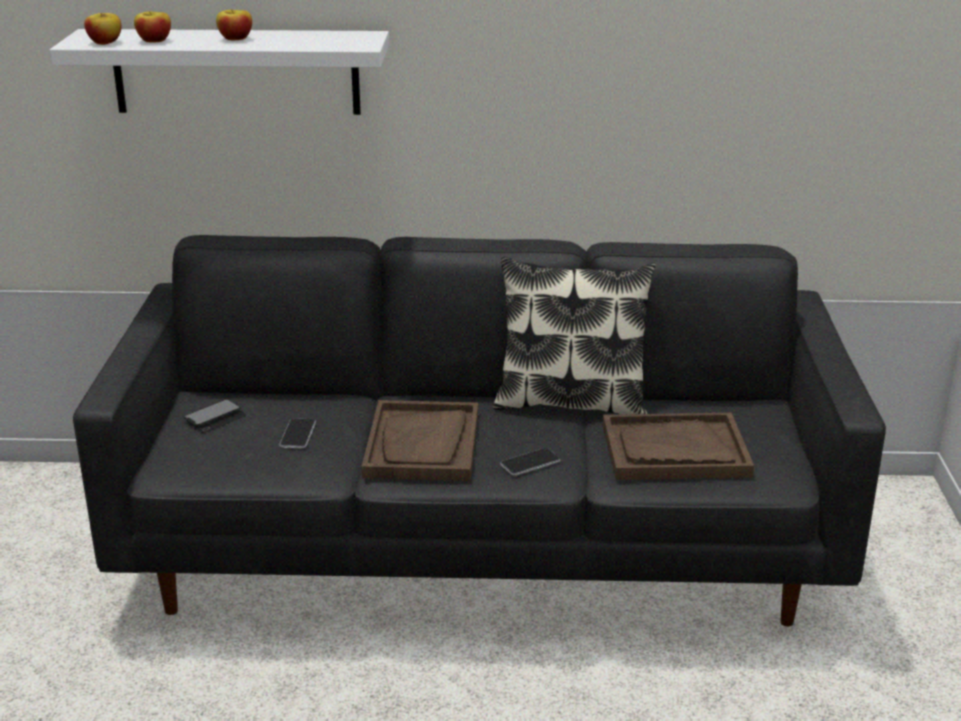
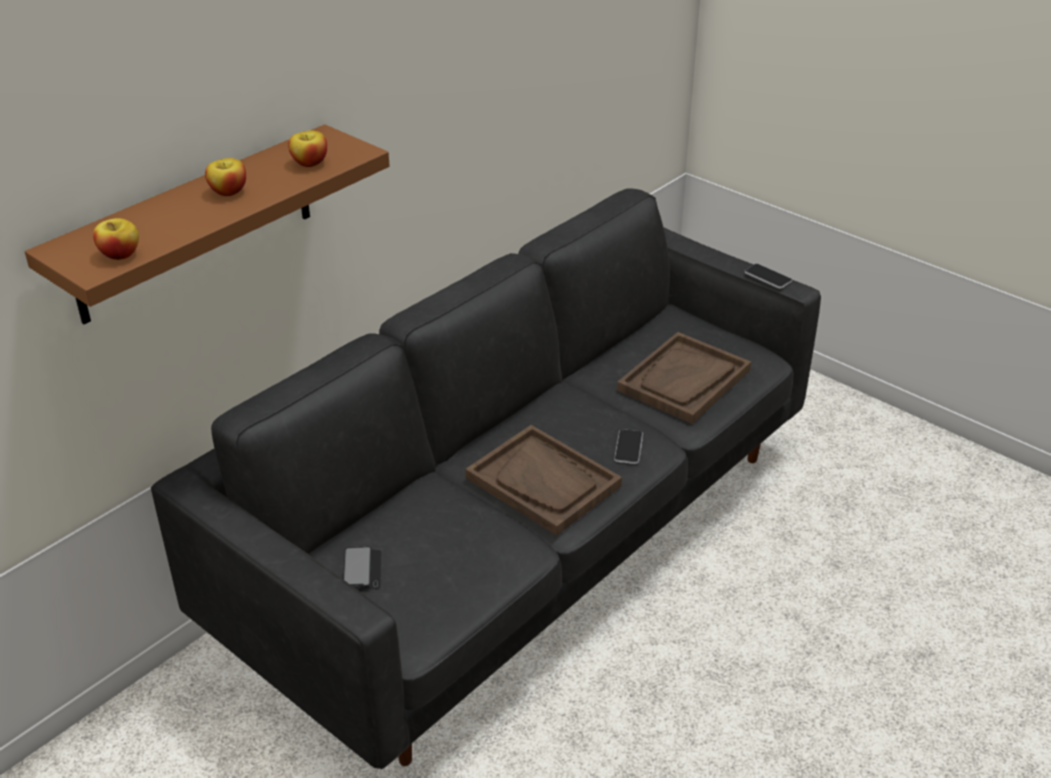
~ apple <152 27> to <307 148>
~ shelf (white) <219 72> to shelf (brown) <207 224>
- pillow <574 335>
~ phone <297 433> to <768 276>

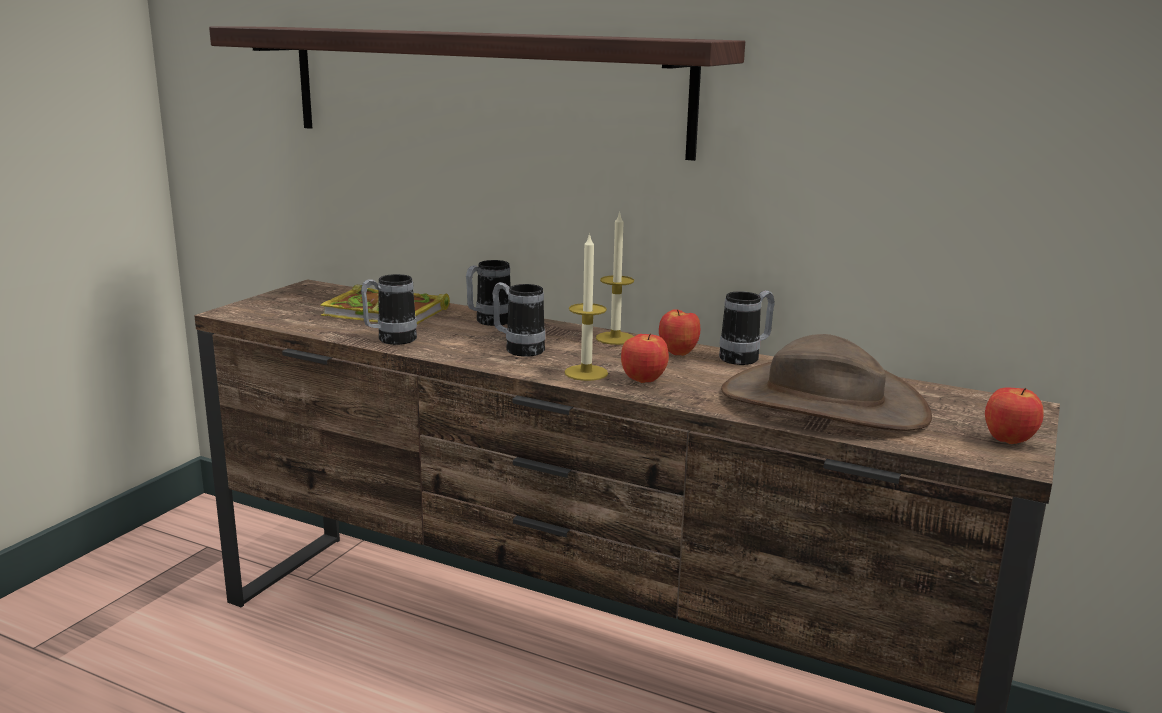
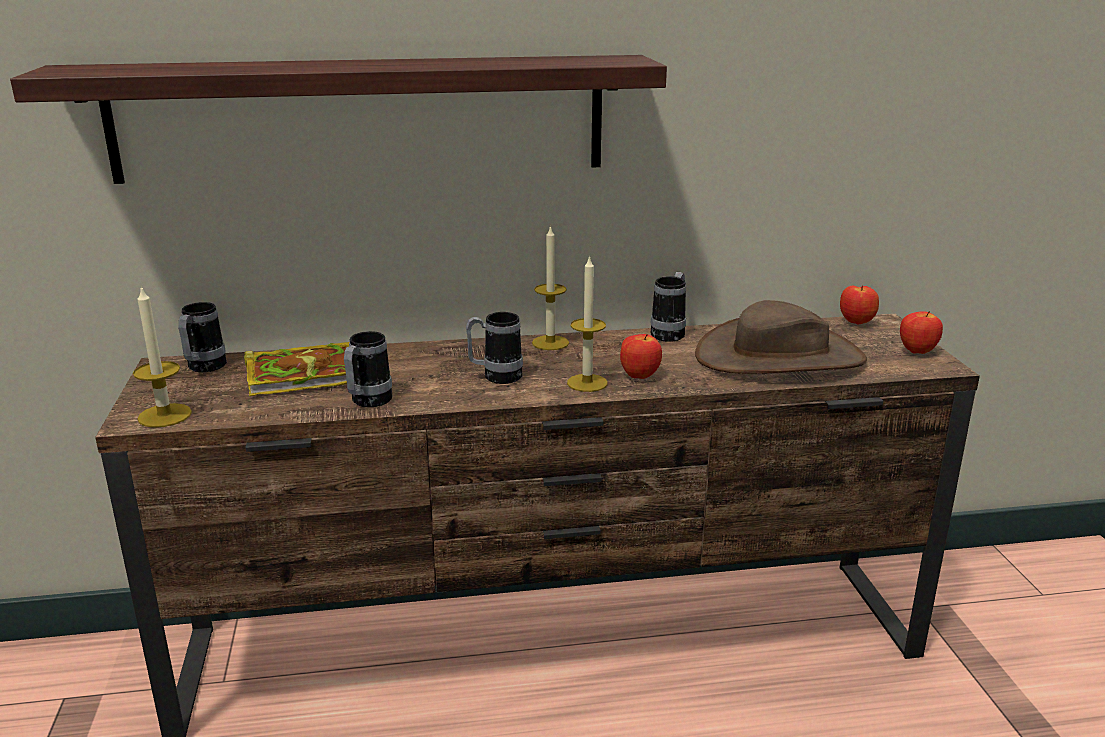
~ mug <488 293> to <202 337>
~ apple <679 332> to <859 305>
+ candle <162 357>

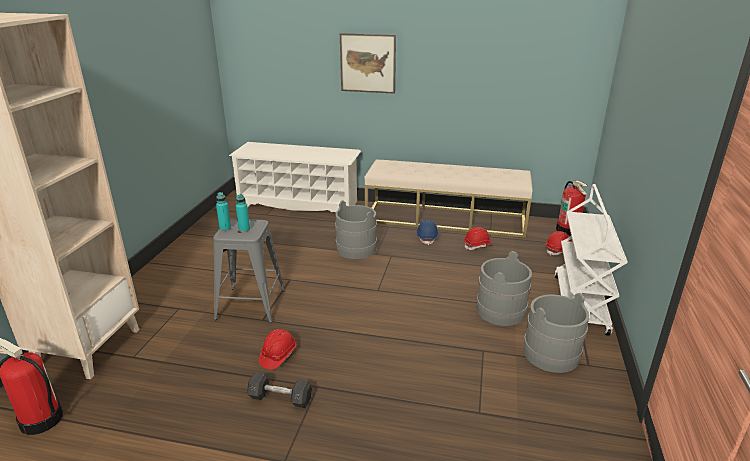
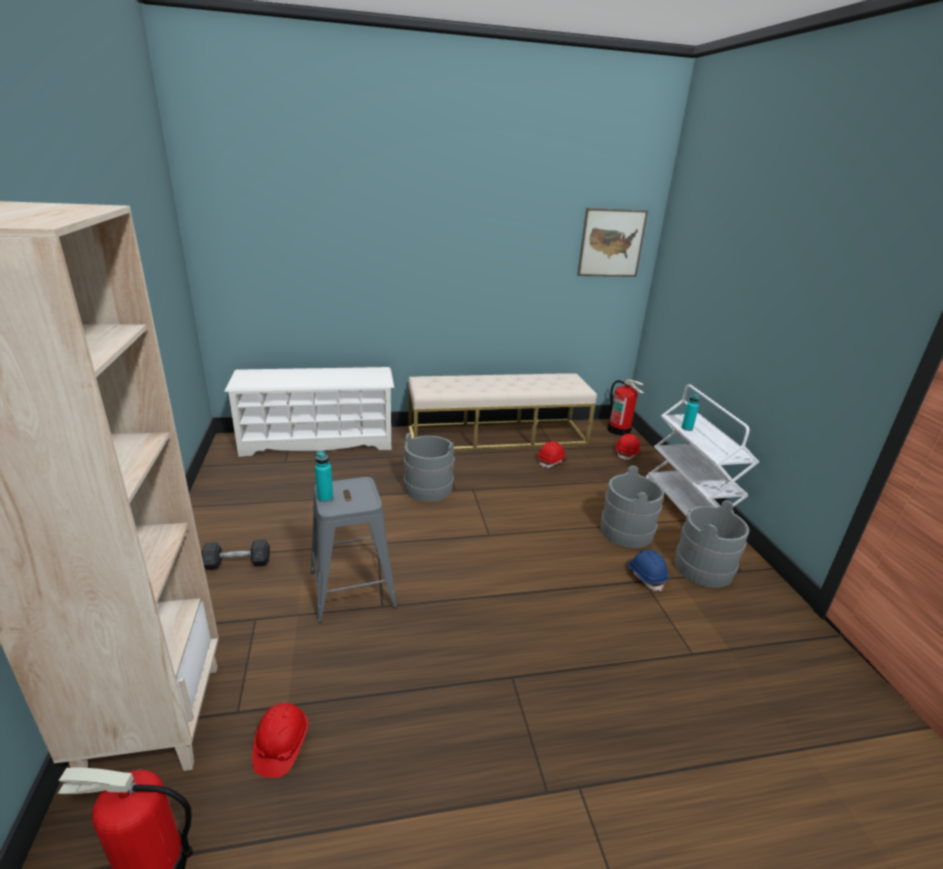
~ picture <368 63> to <612 242>
~ bottle (turquoise) <243 213> to <690 412>
~ hard hat (blue) <427 232> to <647 570>
~ hard hat (red) <277 349> to <280 740>
~ dumbbell (grey) <279 390> to <235 554>

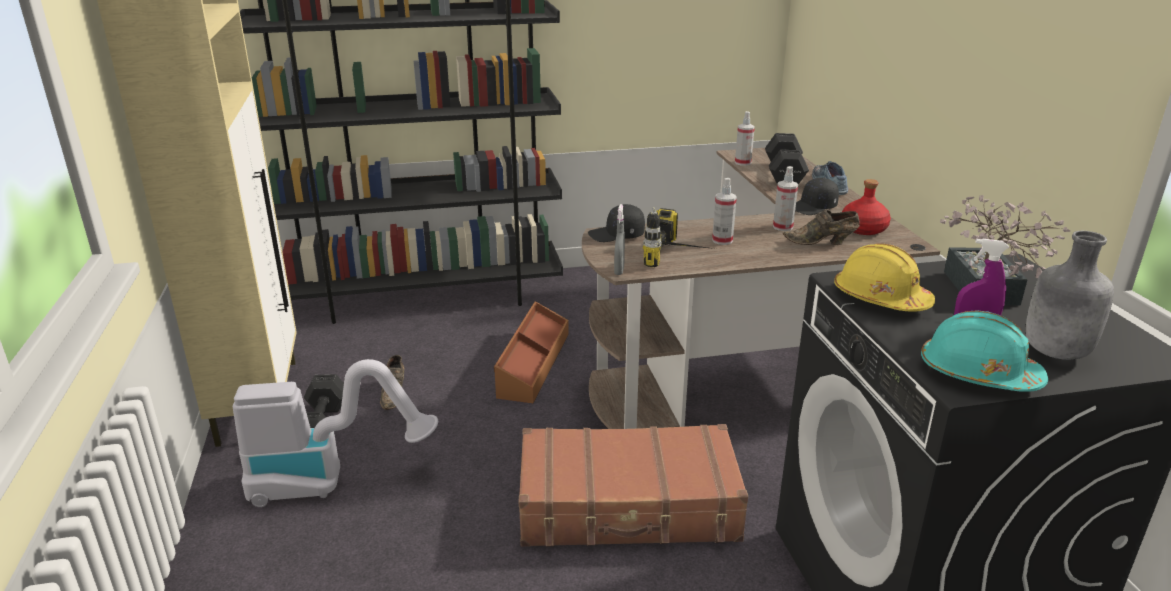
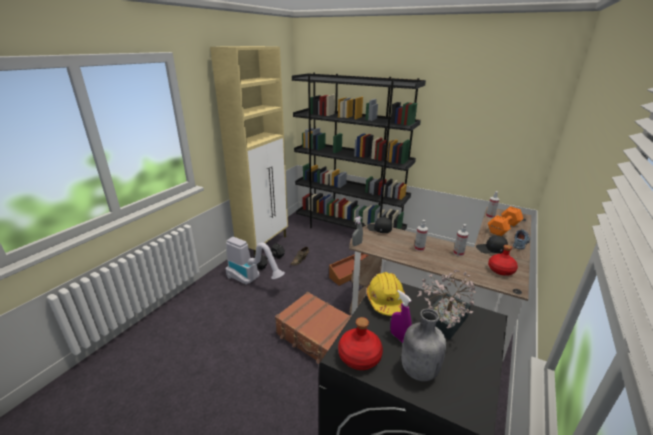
~ dumbbell (black) <787 158> to dumbbell (orange) <505 221>
- power drill <678 237>
- shoe (brown) <821 227>
~ hard hat (turquoise) <984 351> to bottle (red) <360 343>

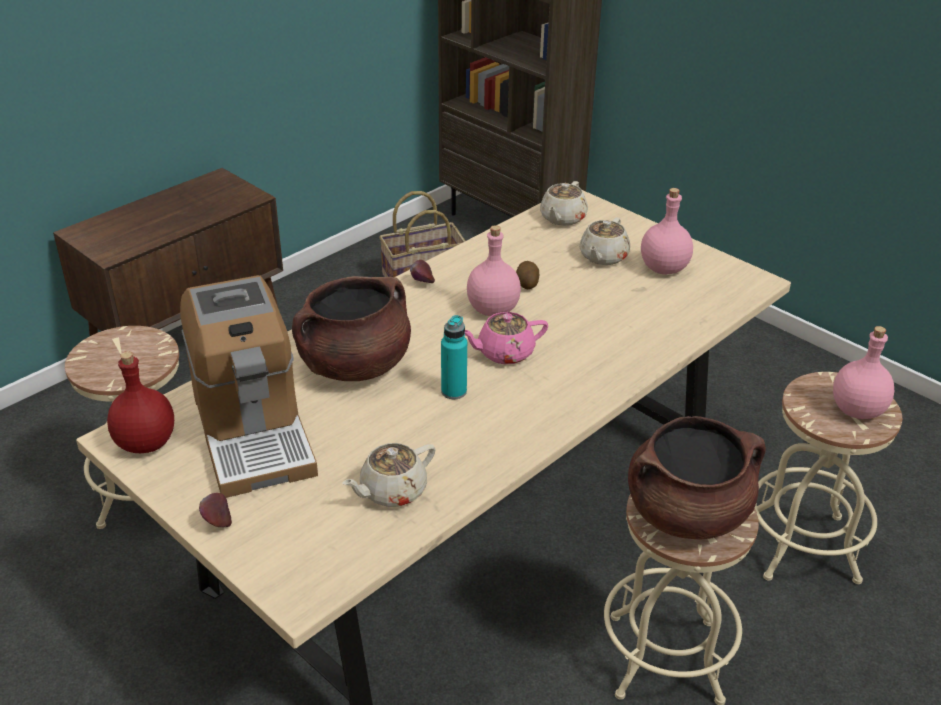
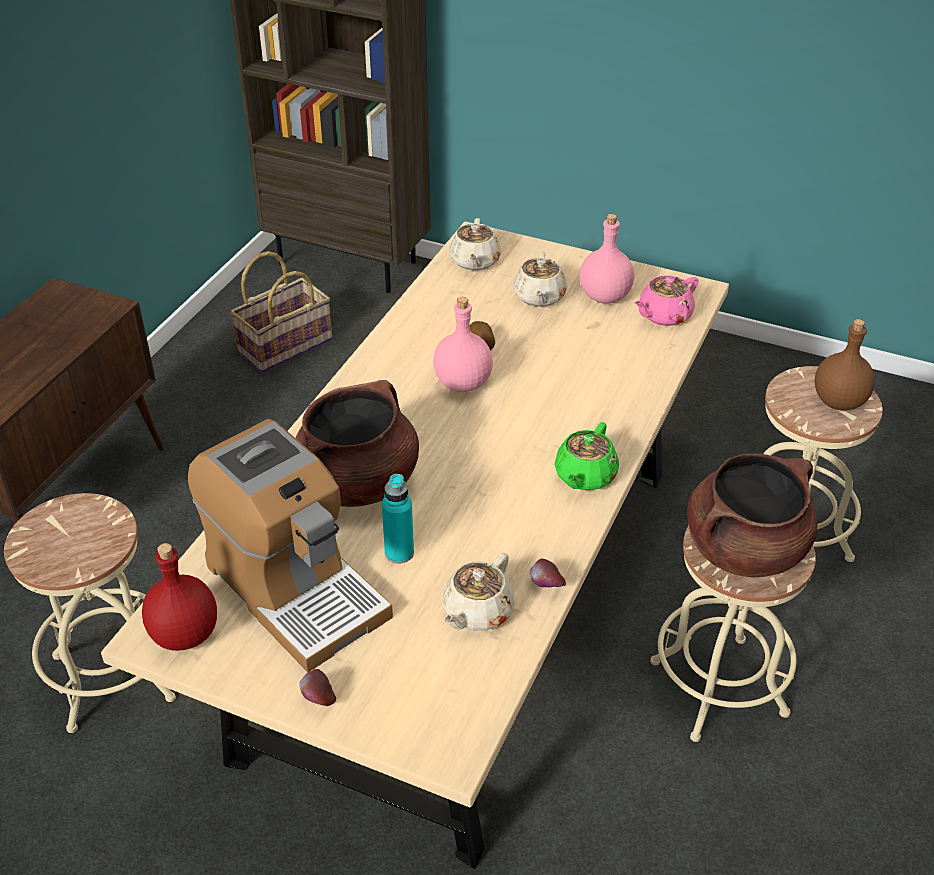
~ apple <422 271> to <548 572>
~ teapot (pink) <506 338> to <666 300>
~ bottle (turquoise) <454 357> to <398 519>
~ bottle (pink) <863 372> to bottle (brown) <845 364>
+ teapot (green) <587 456>

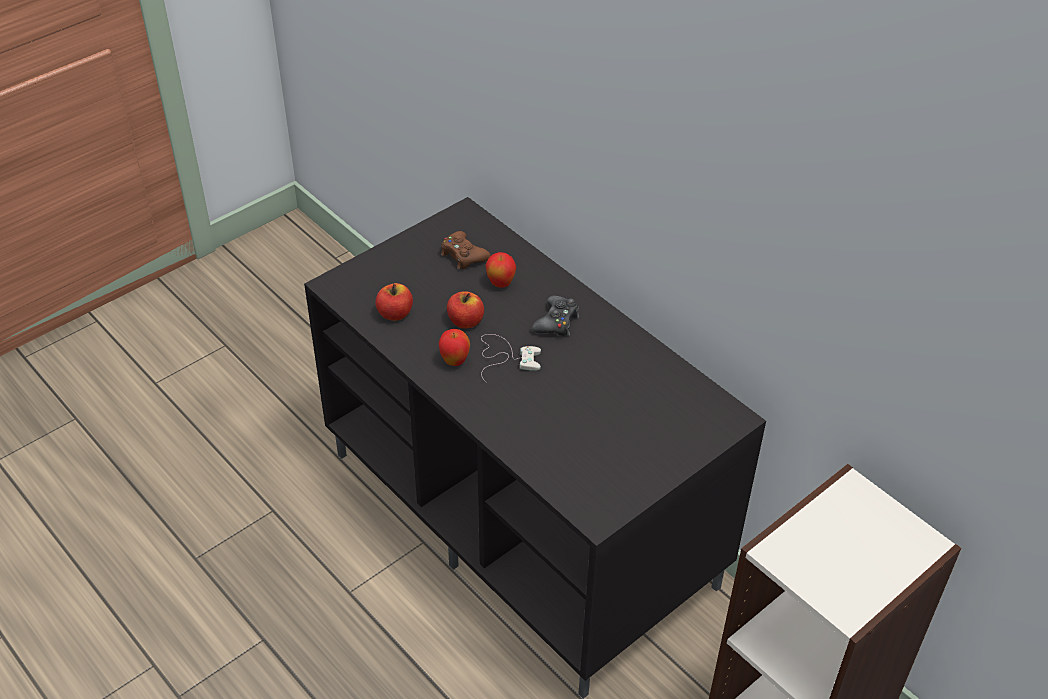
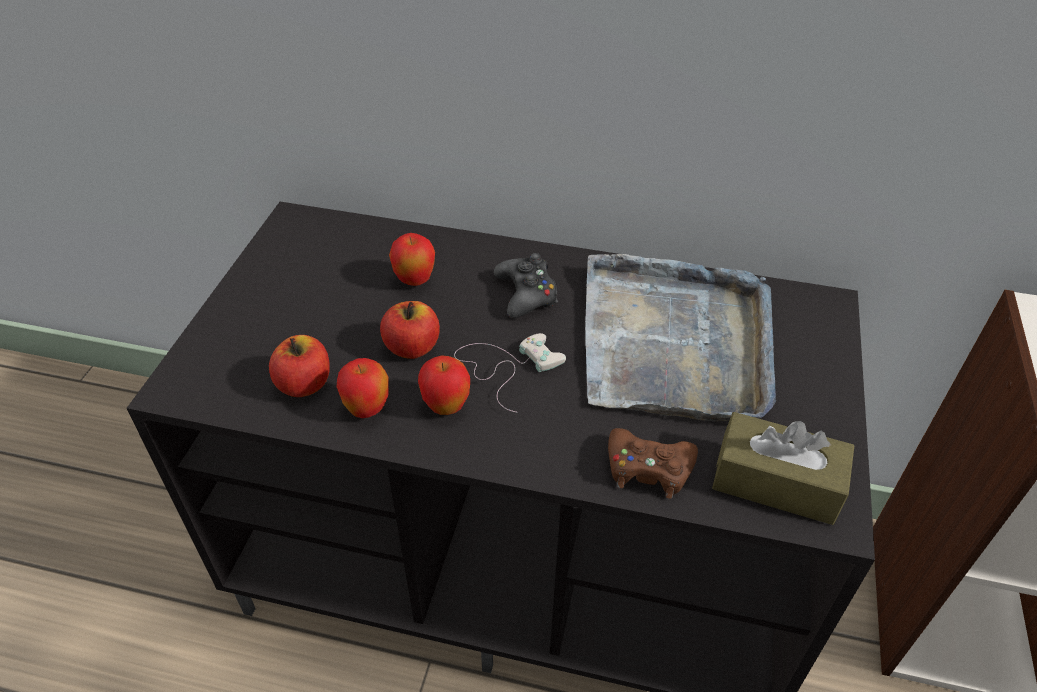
~ game controller (brown) <466 250> to <653 463>
+ tray (grey) <680 338>
+ apple <363 388>
+ tissue box (brown) <783 468>

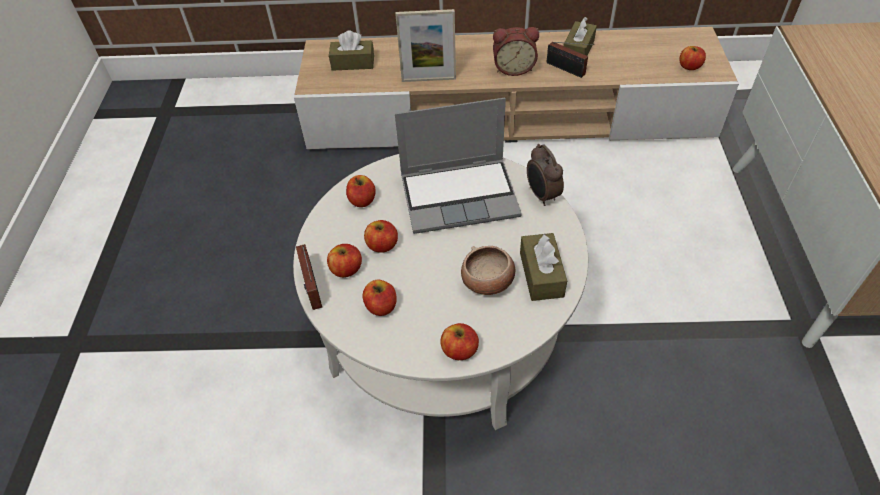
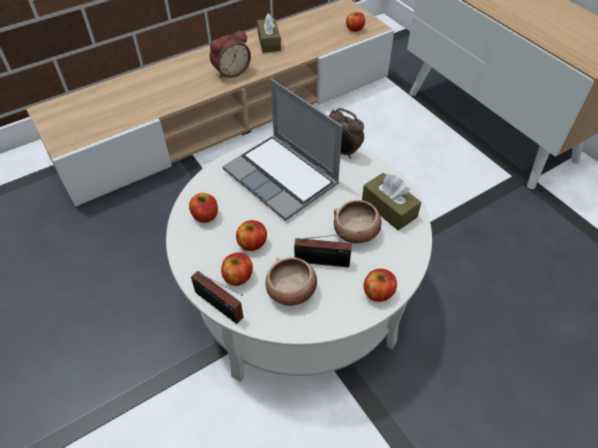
- picture frame <425 45>
- tissue box (brown) <351 51>
~ radio <570 60> to <327 249>
~ laptop <458 166> = <283 150> 90 degrees clockwise
~ apple <380 298> to bowl <291 281>

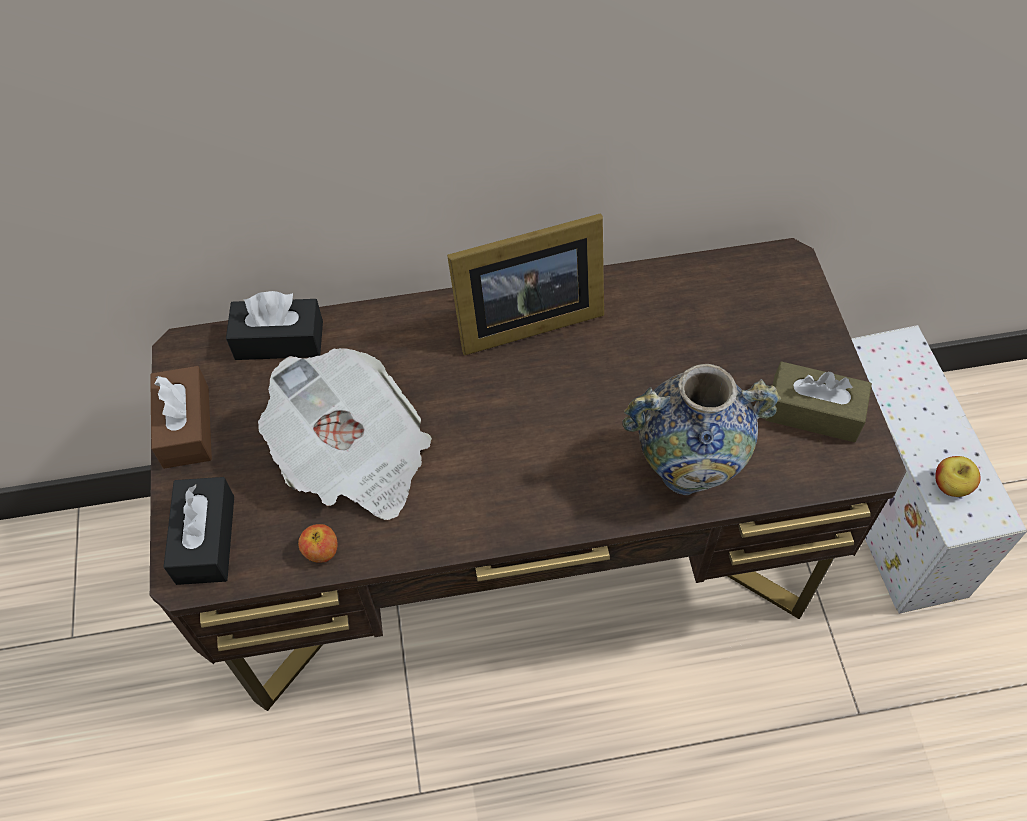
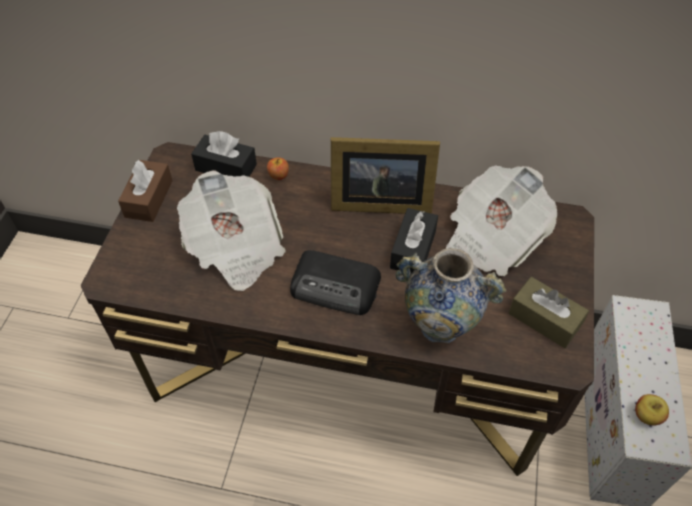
~ tissue box (black) <199 531> to <414 241>
~ apple <318 543> to <278 168>
+ newspaper <501 220>
+ radio <335 282>

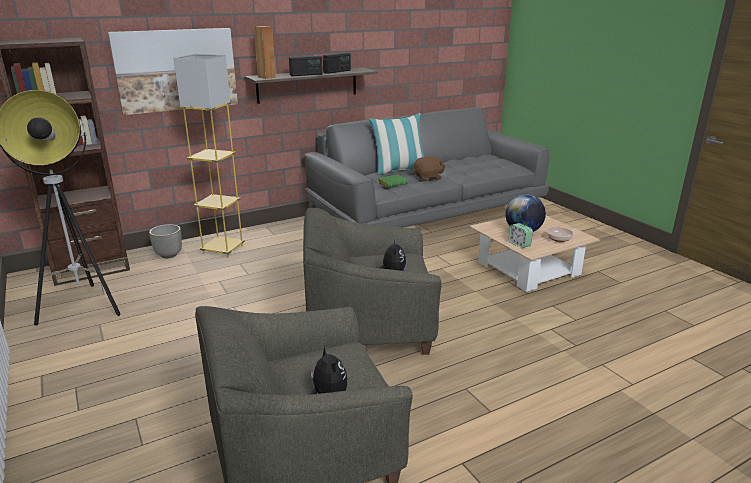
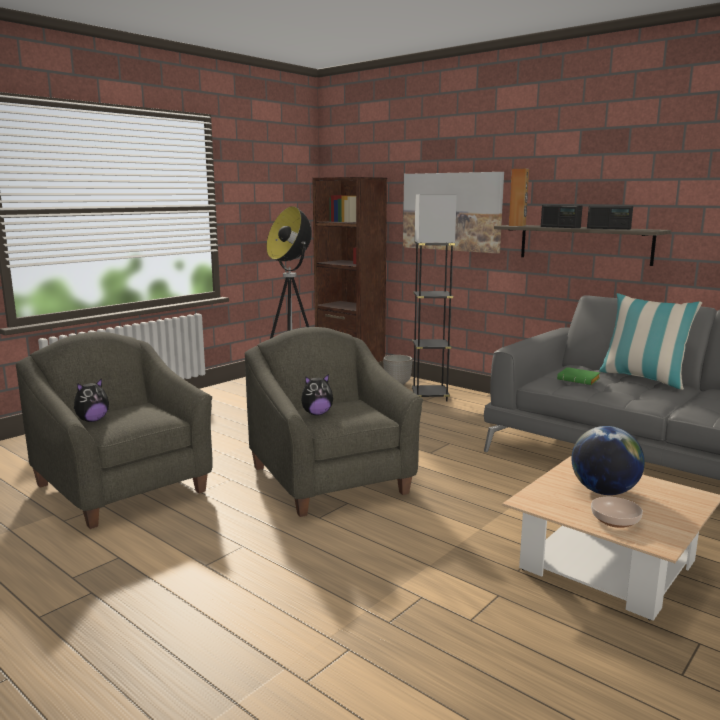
~ floor lamp (yellow) <209 156> to floor lamp (grey) <434 297>
- plush toy (brown) <429 168>
- alarm clock <520 235>

